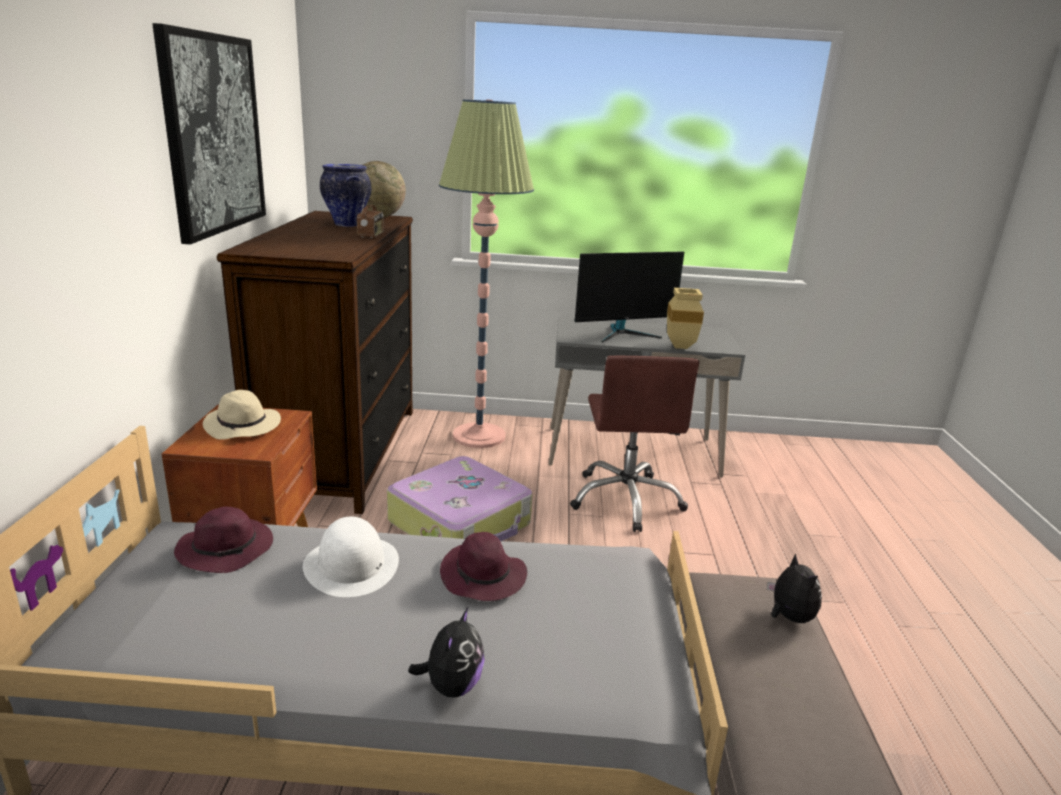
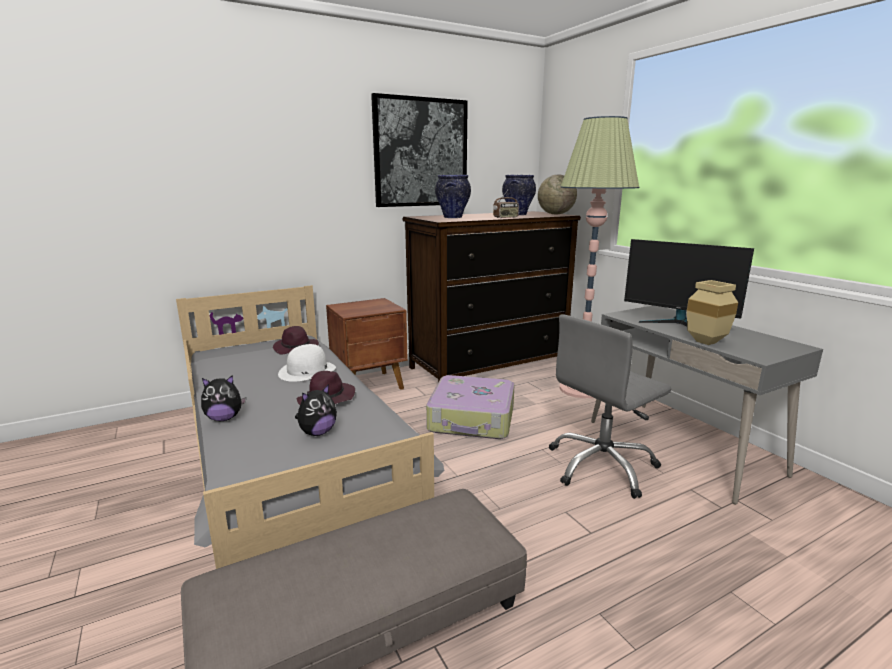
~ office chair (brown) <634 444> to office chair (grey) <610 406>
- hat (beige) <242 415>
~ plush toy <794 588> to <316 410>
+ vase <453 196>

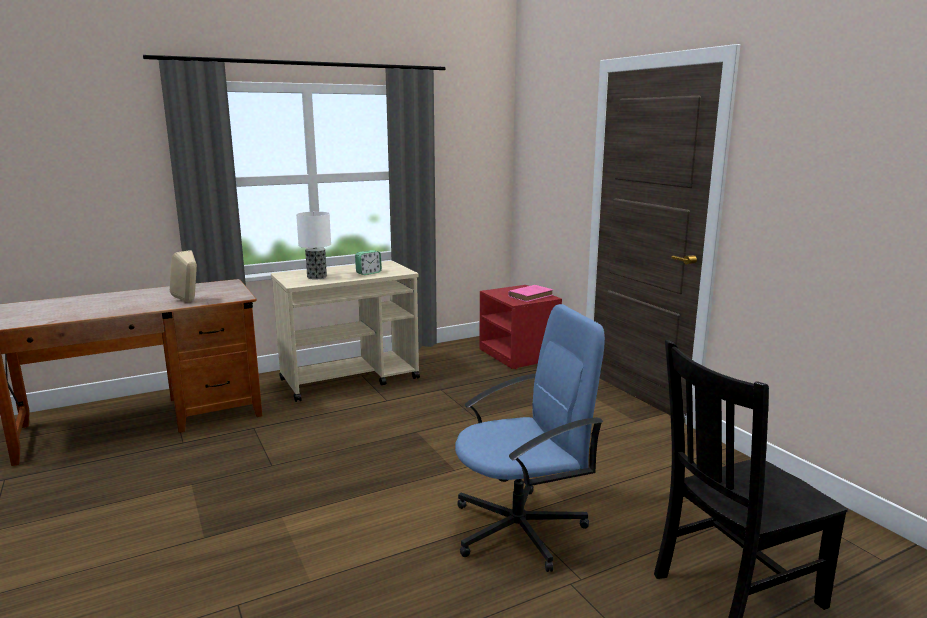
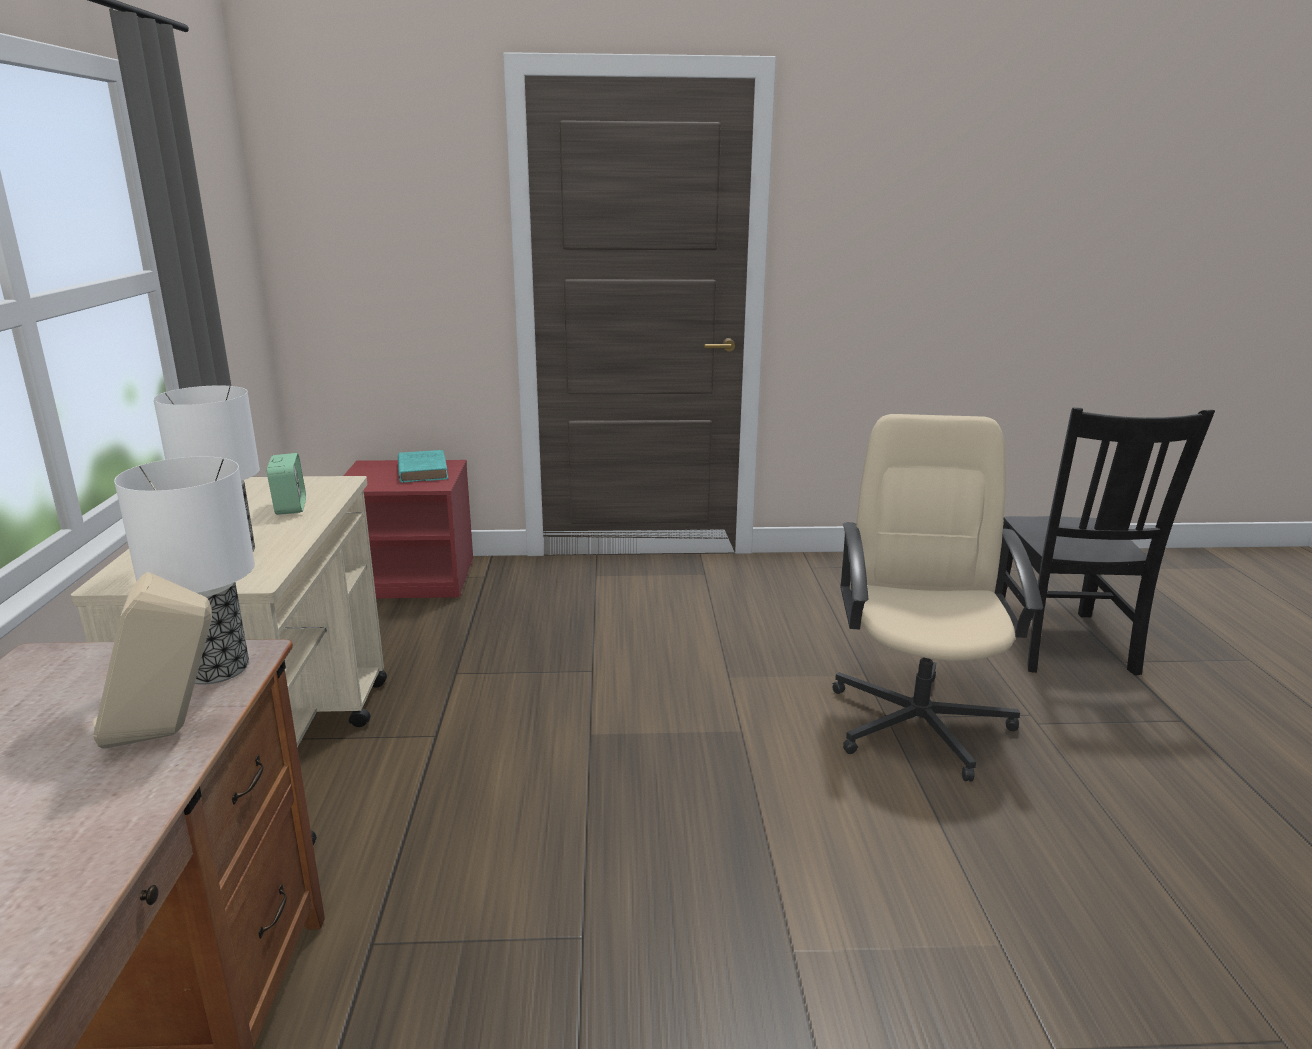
~ book (pink) <530 293> to book (turquoise) <423 466>
~ office chair (blue) <530 438> to office chair (beige) <938 598>
+ table lamp <184 570>

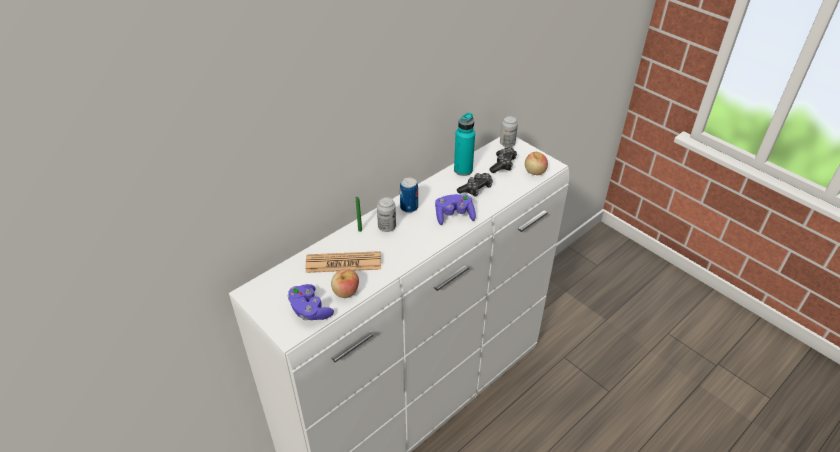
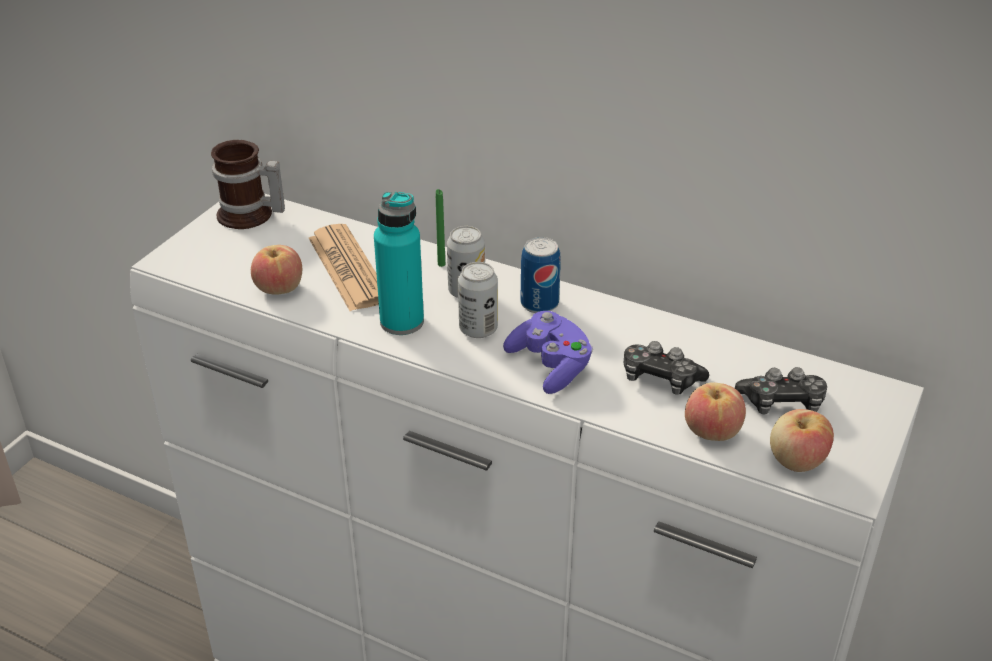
~ bottle (turquoise) <464 144> to <399 263>
~ can <509 131> to <478 300>
- game controller (purple) <311 302>
+ mug <248 184>
+ apple <715 411>

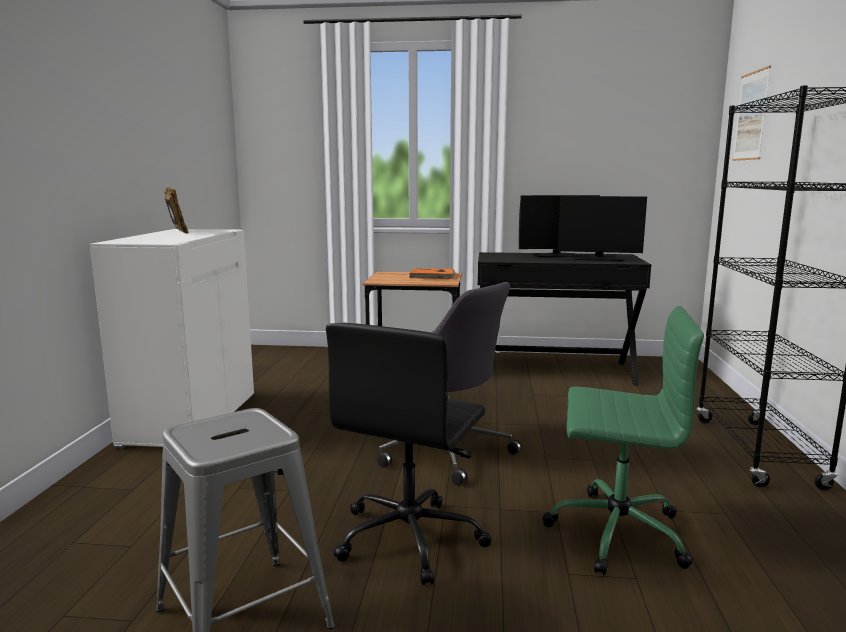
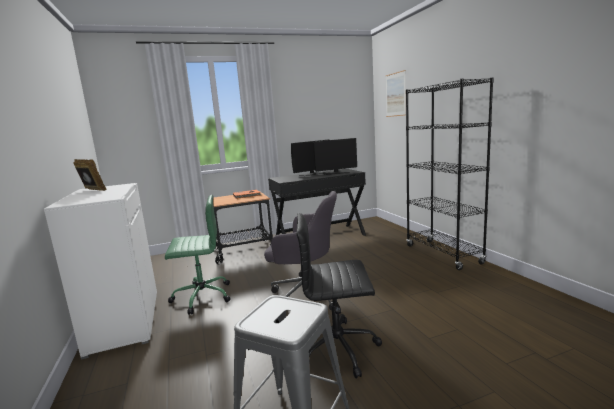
~ office chair (green) <623 441> to <198 255>
~ office chair (black) <409 454> = <339 296> 90 degrees clockwise

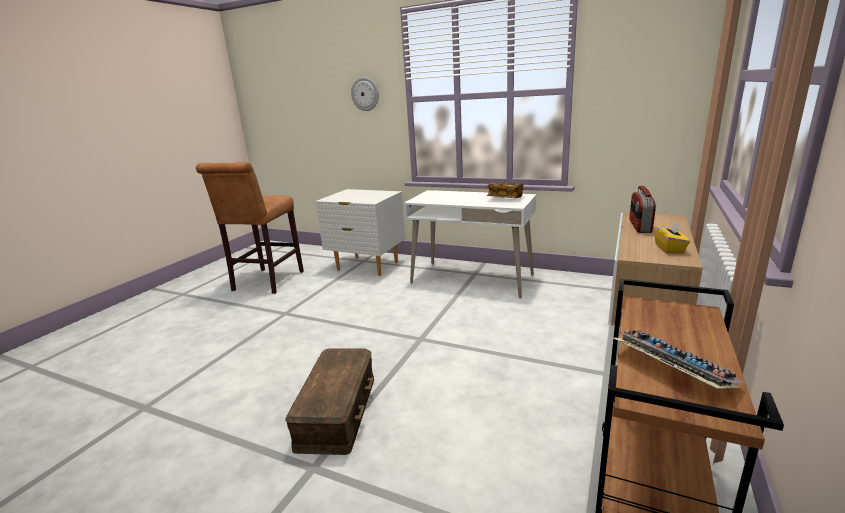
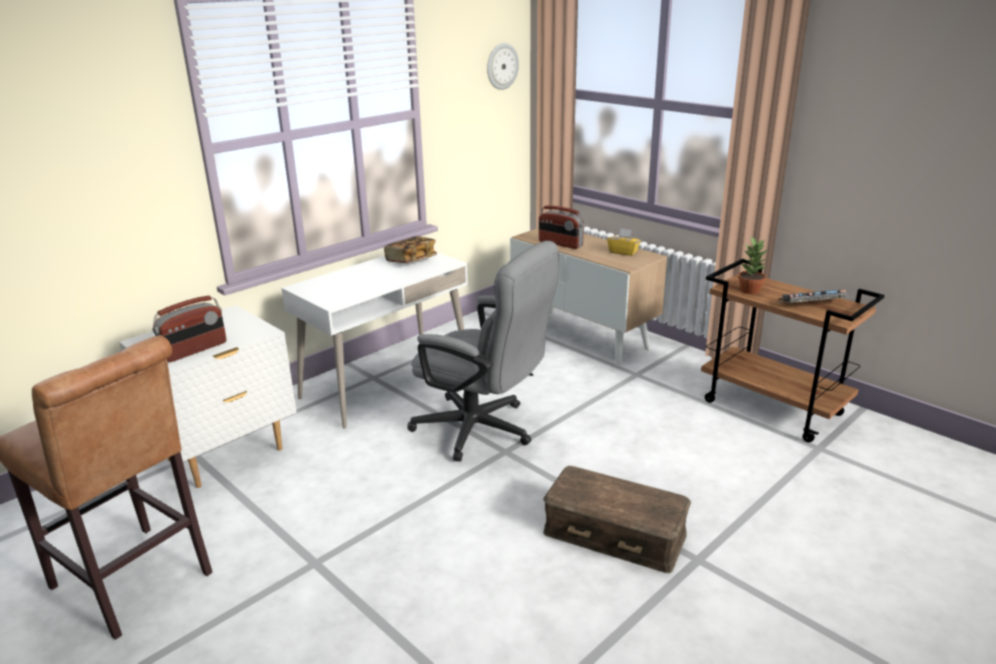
~ wall clock <365 94> to <503 66>
+ potted plant <752 265>
+ office chair (grey) <484 351>
+ radio <189 329>

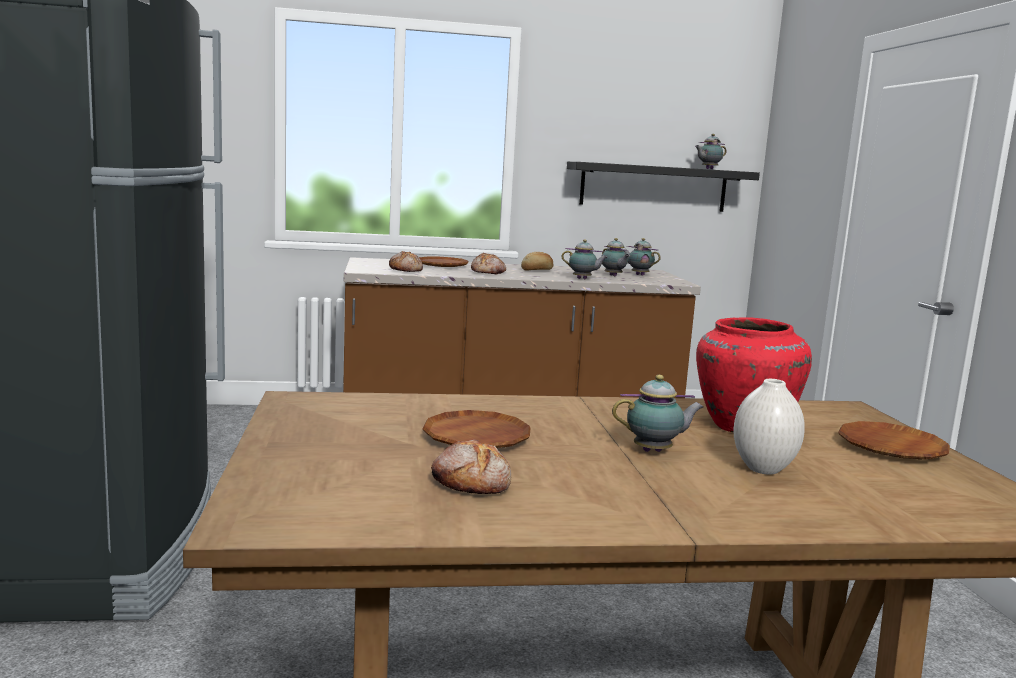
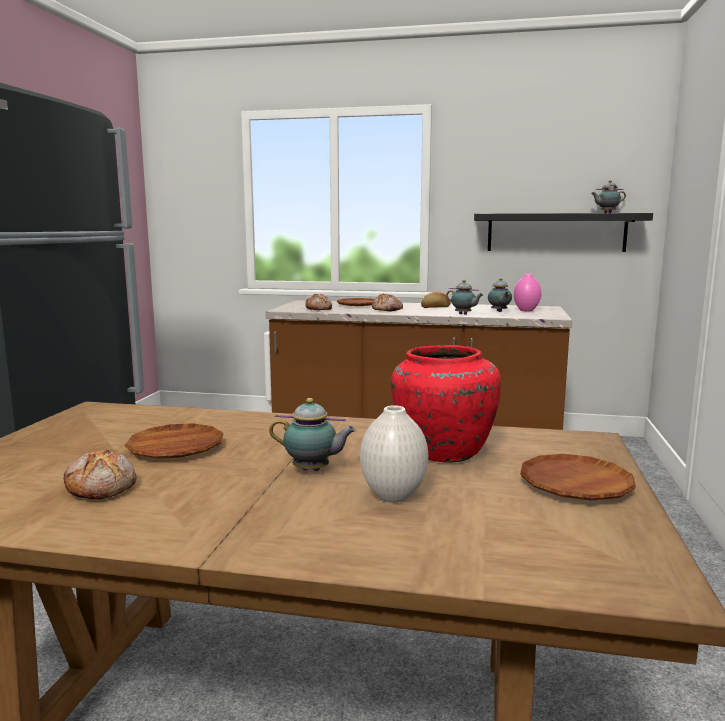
~ teapot <642 257> to vase (pink) <527 292>

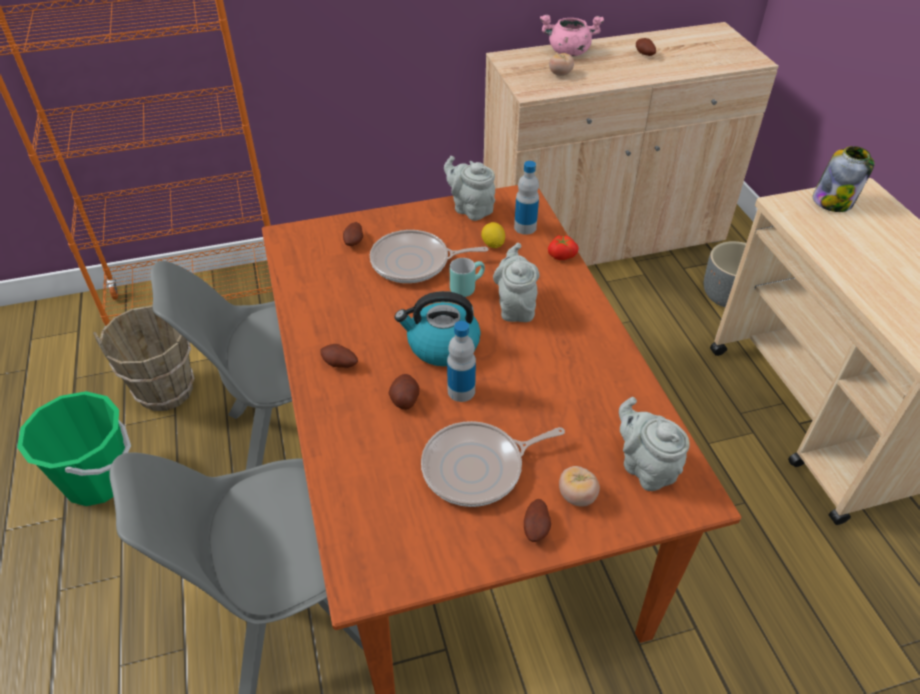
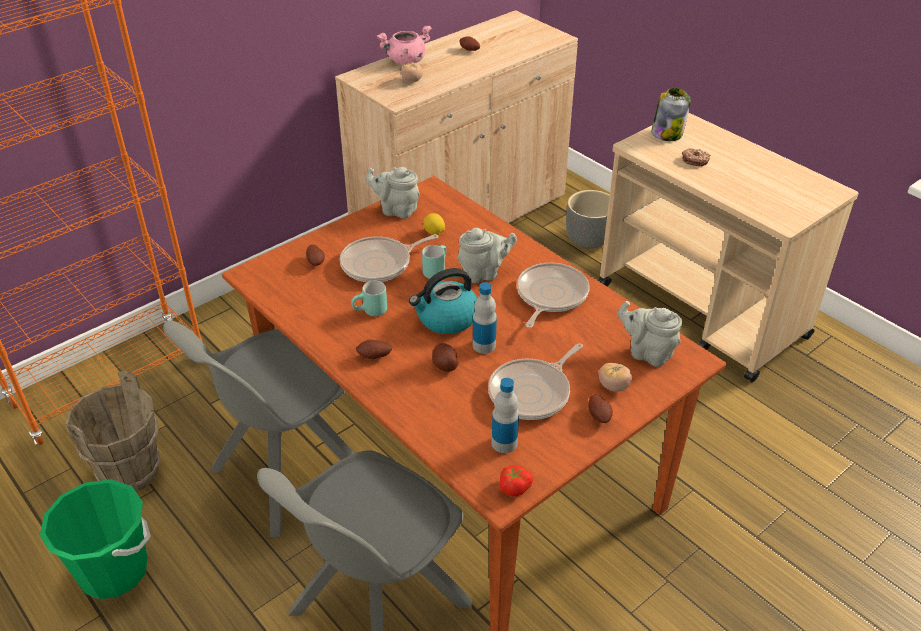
~ bottle <526 198> to <505 415>
~ tomato <563 247> to <516 481>
~ teapot (grey) <516 282> = <487 255> 105 degrees clockwise
+ donut <696 157>
+ frying pan <553 295>
+ mug (turquoise) <369 298>

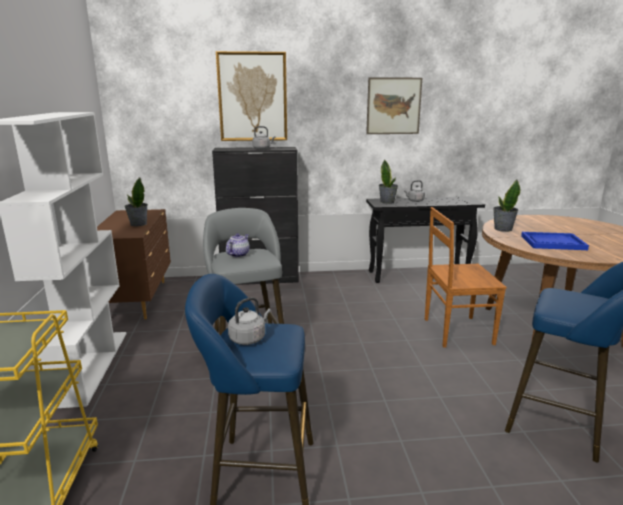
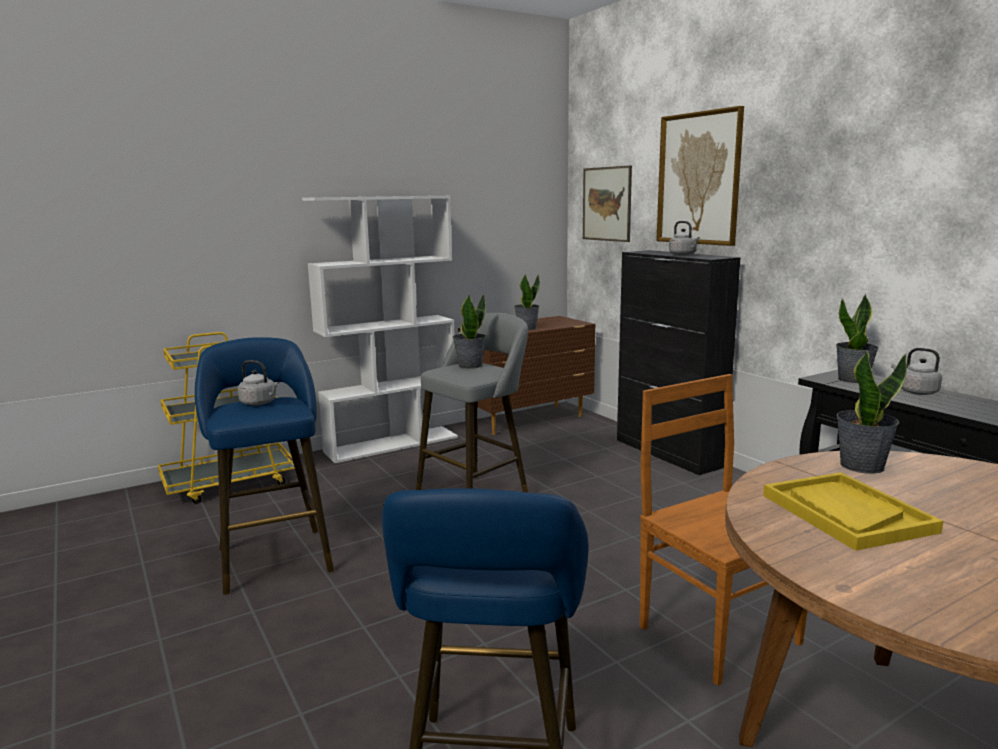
~ picture <394 105> to <607 203>
~ tray (blue) <555 241> to tray (yellow) <853 511>
~ teapot <237 245> to potted plant <469 331>

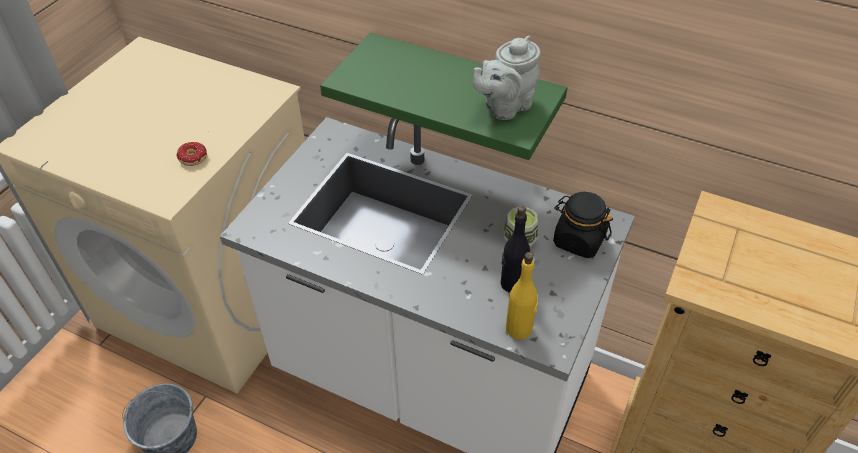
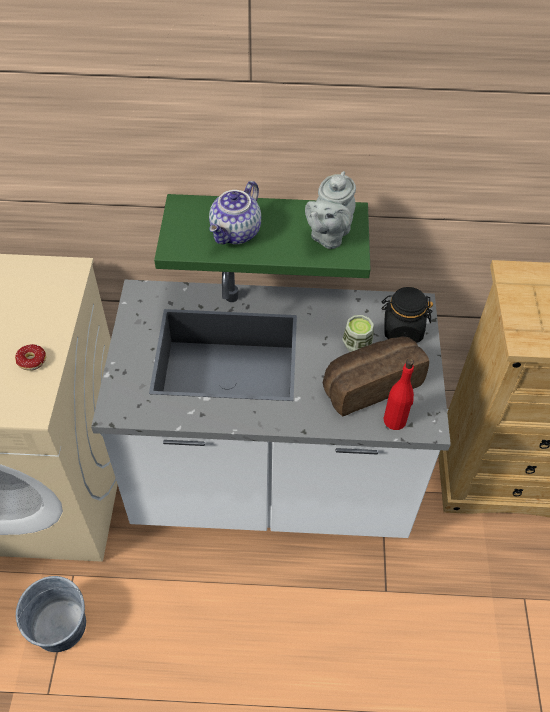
~ bottle (black) <515 249> to bread <376 376>
~ bottle (yellow) <522 295> to bottle (red) <399 394>
+ teapot <235 212>

